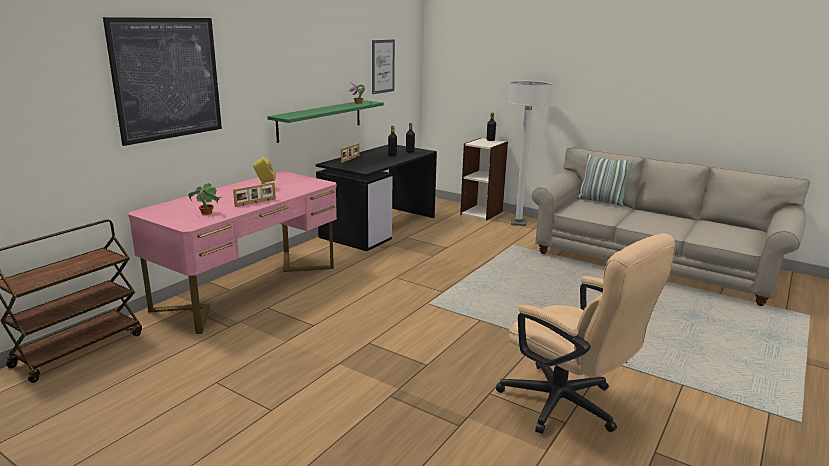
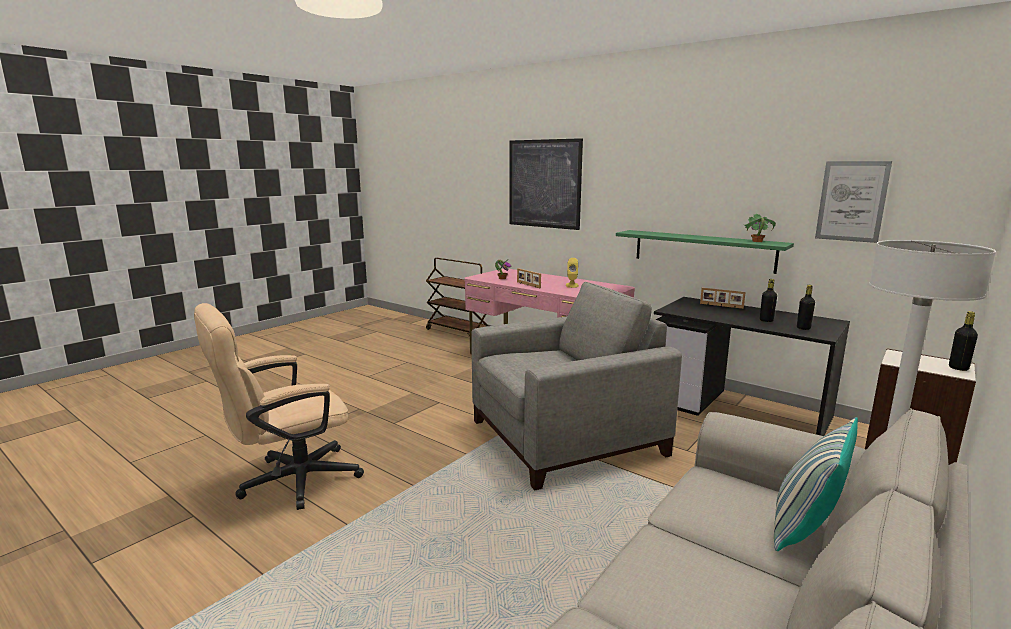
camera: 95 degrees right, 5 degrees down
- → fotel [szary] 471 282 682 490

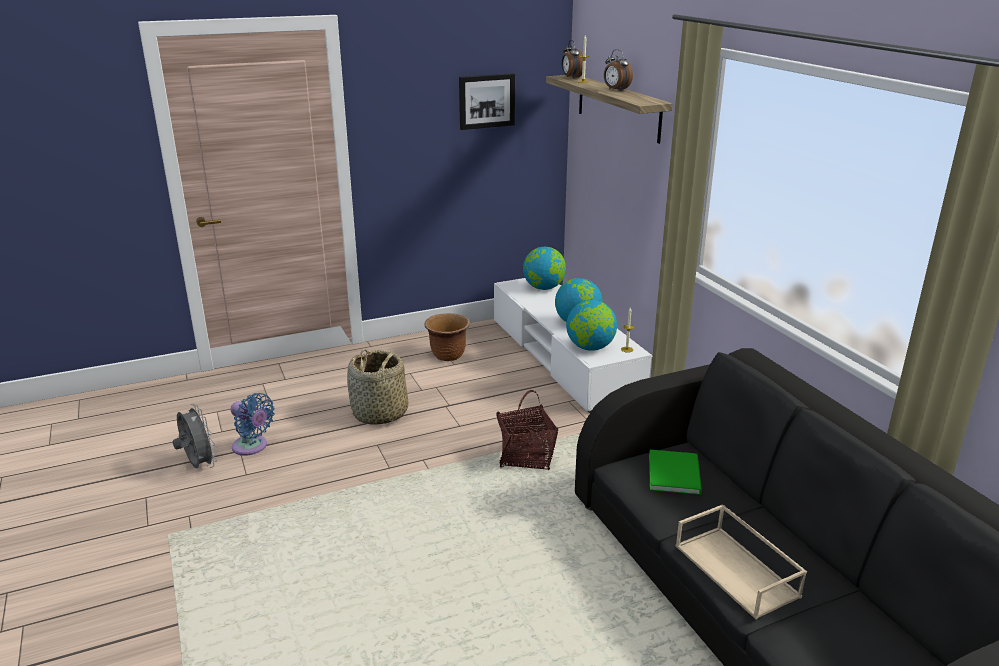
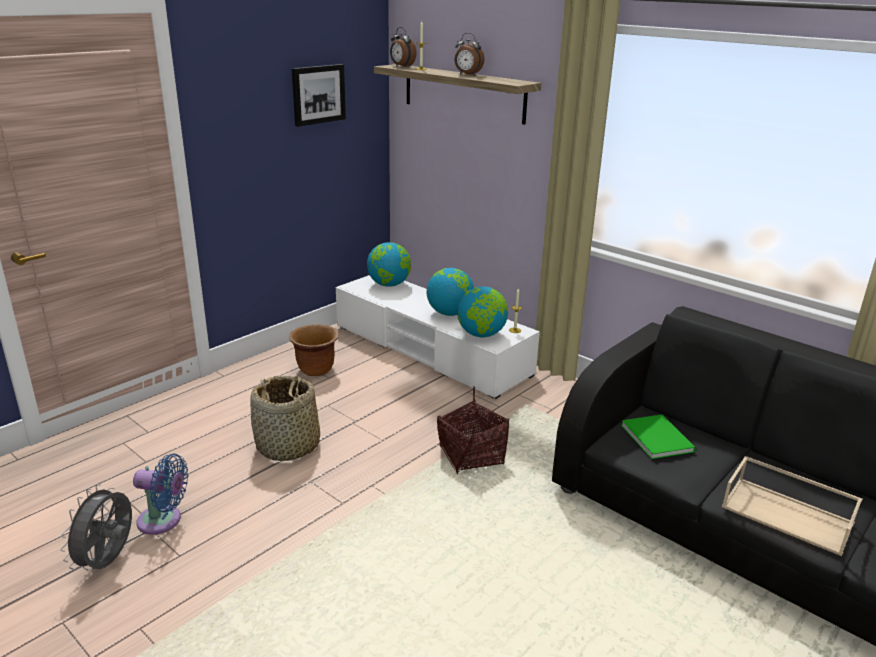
camera: 25 degrees left, 0 degrees up
wentylator [szary] 173 403 217 468 → wentylator [szary] 61 484 132 570, 105 degrees counterclockwise

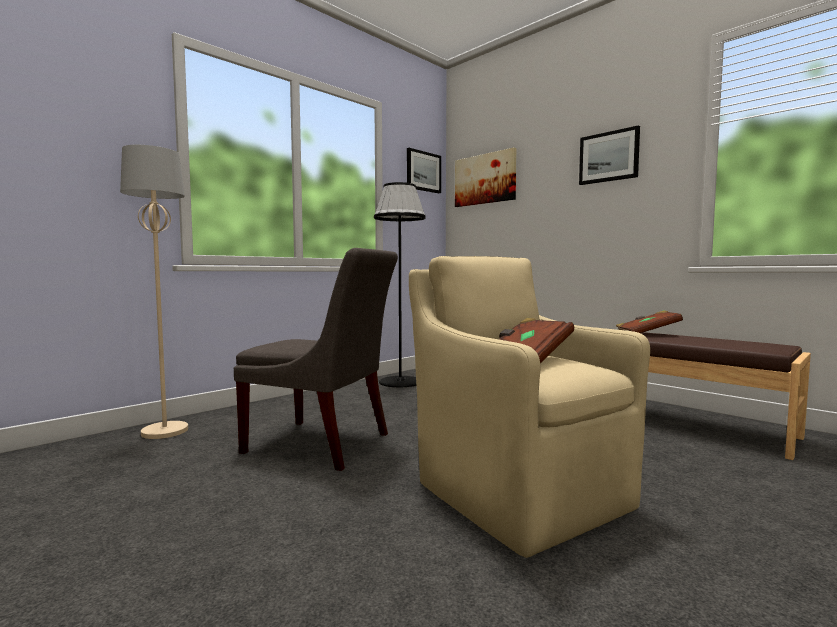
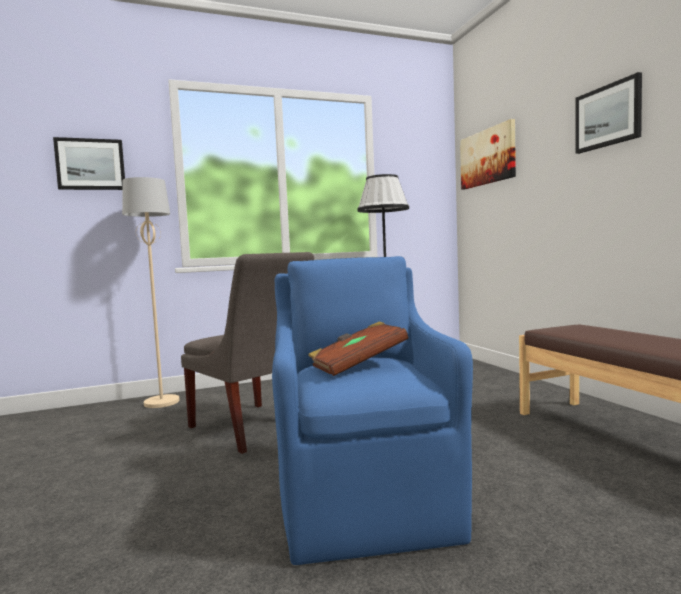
camera: 25 degrees right, 0 degrees up
obraz 407 148 441 193 → obraz 53 137 125 190, moved
fotel [beżowy] 409 256 650 558 → fotel [niebieski] 272 256 473 565
książka [brązowy] 616 310 683 333 → -

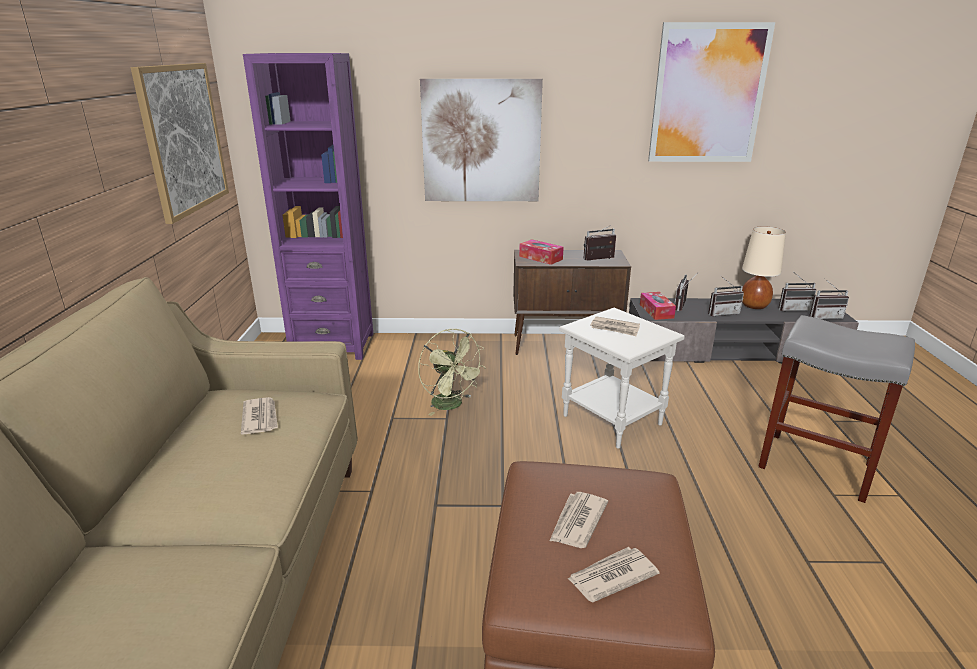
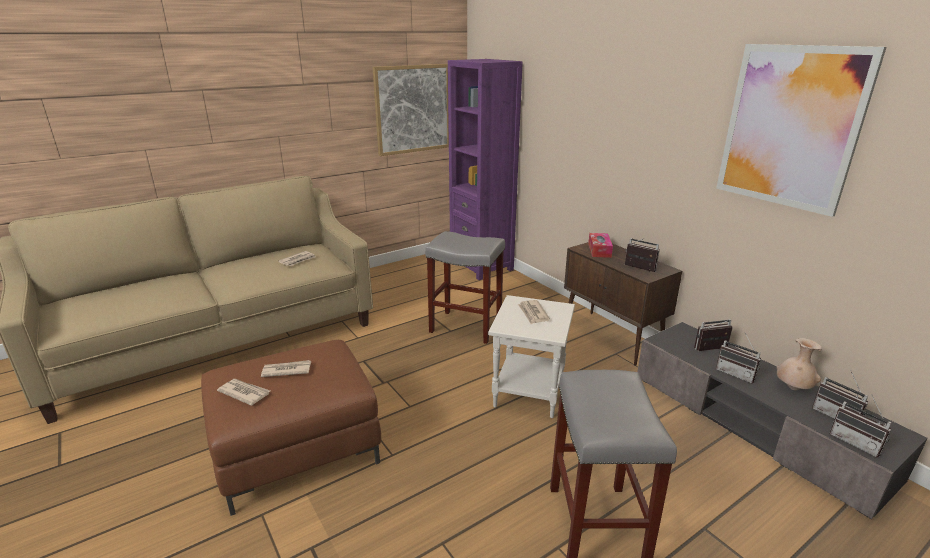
camera: 55 degrees right, 0 degrees up
wentylator [zielony] 418 329 486 416 → stołek [szary] 425 231 505 344
lampa stołowa [beżowy] 742 226 786 309 → wazon [beżowy] 777 338 822 390
obraz 420 78 543 201 → -
pudełko chusteczek 640 292 676 320 → -

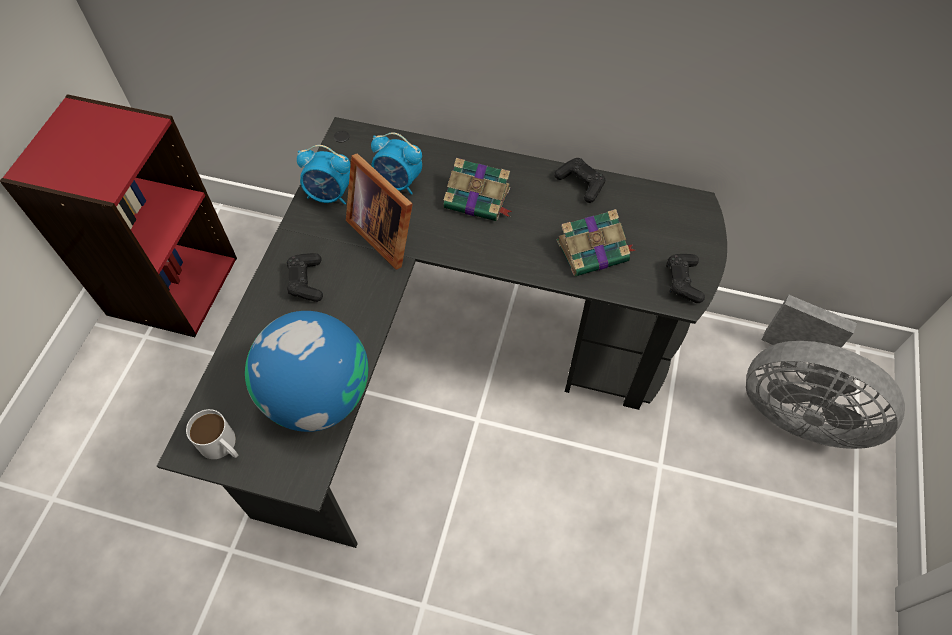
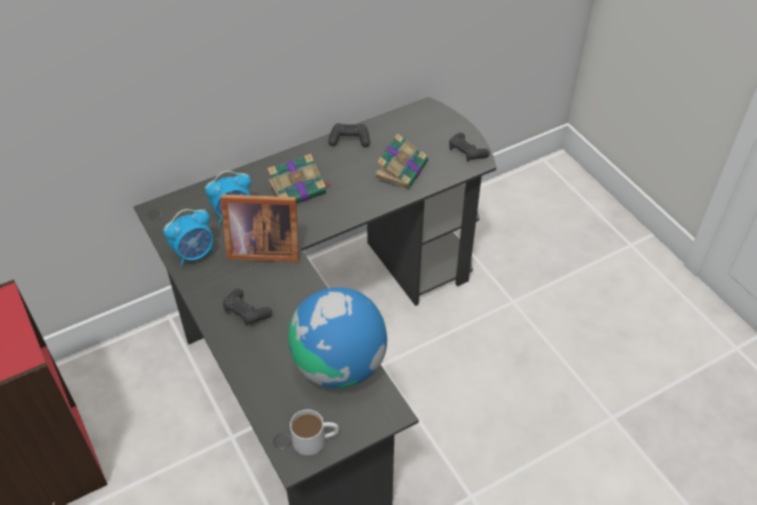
camera: 45 degrees left, 10 degrees down
wentylator [szary] 746 295 905 449 → -

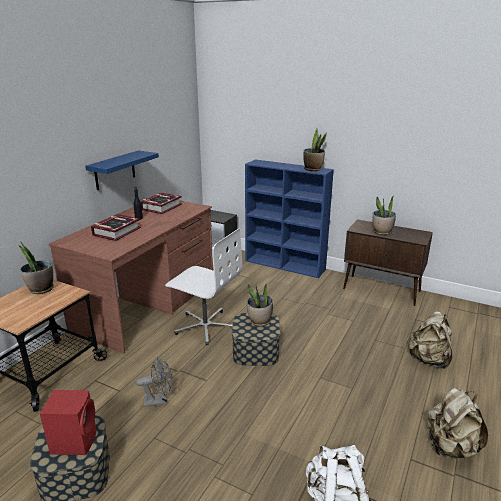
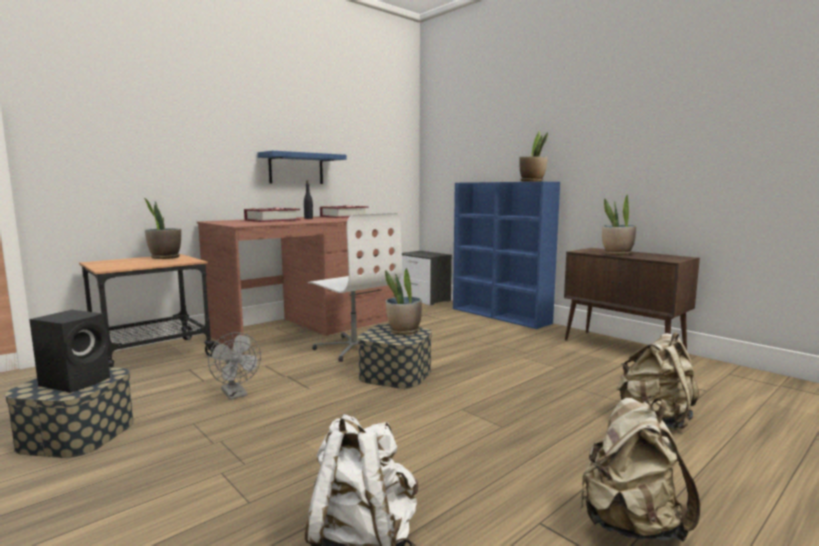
camera: 20 degrees right, 15 degrees down
głośnik [czerwony] 40 390 96 455 → głośnik [czarny] 29 310 110 393
wentylator [szary] 136 357 172 407 → wentylator [szary] 208 332 261 400, 45 degrees clockwise

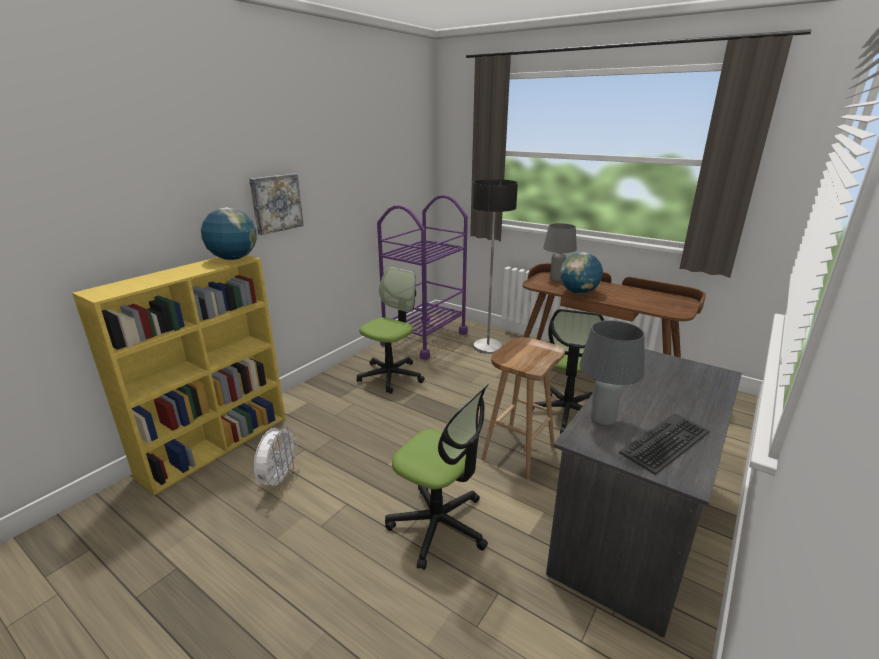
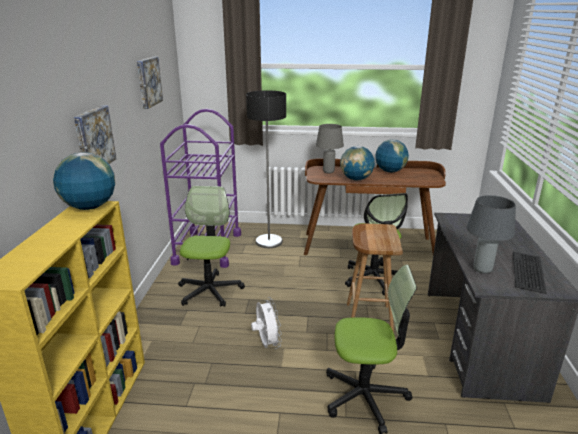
camera: 30 degrees left, 0 degrees up
- → obraz 137 57 163 109
wentylator [biały] 254 426 298 489 → wentylator [biały] 251 297 282 349, moved
- → globus 375 139 409 172

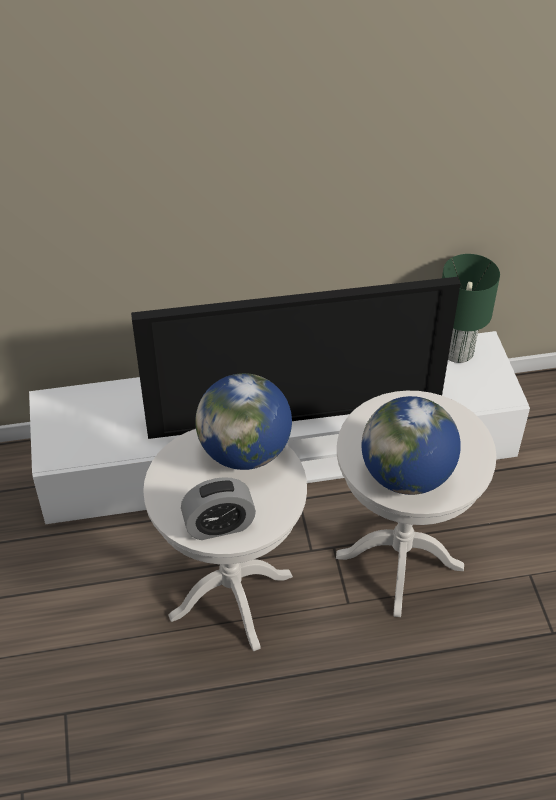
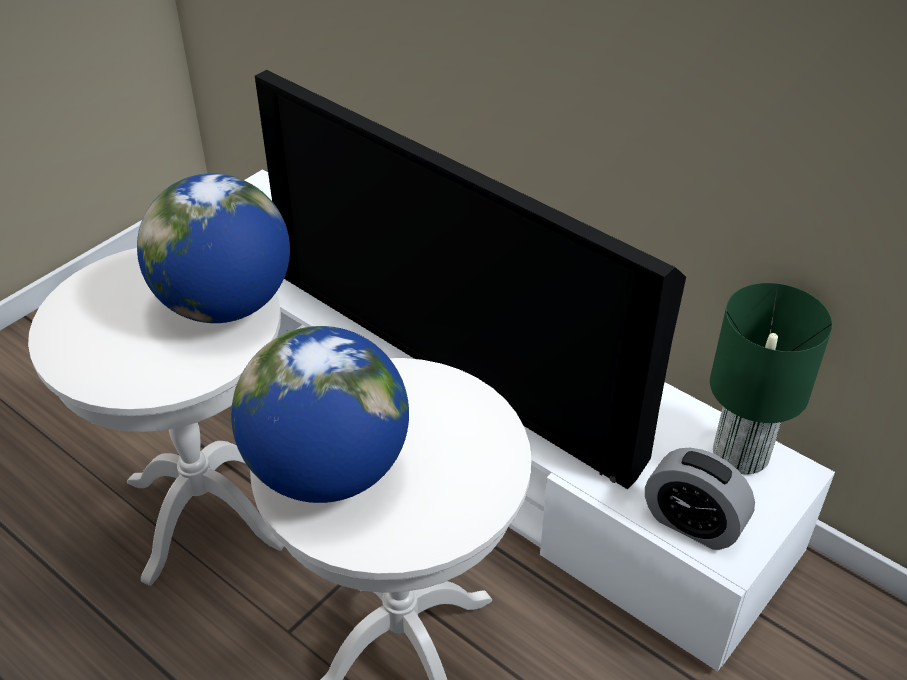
camera: 50 degrees right, 5 degrees down
budzik 181 477 256 540 → budzik 645 448 755 550, moved

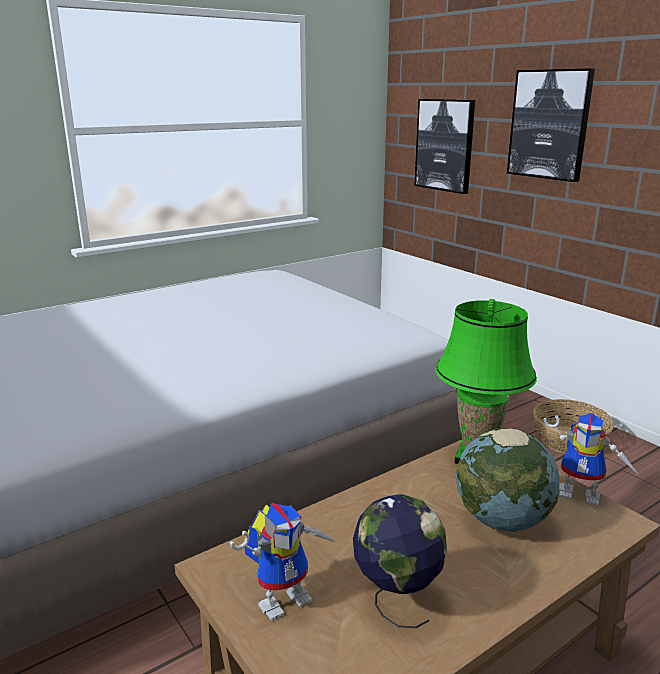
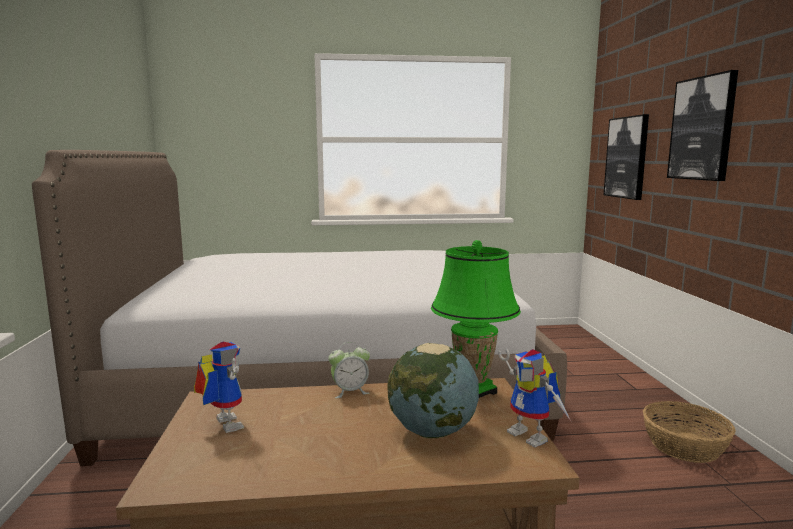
camera: 30 degrees right, 10 degrees down
robot zabawkowy 230 503 335 621 → robot zabawkowy 194 342 244 433, 120 degrees counterclockwise
- → budzik 328 342 370 398
globus 353 494 447 628 → -

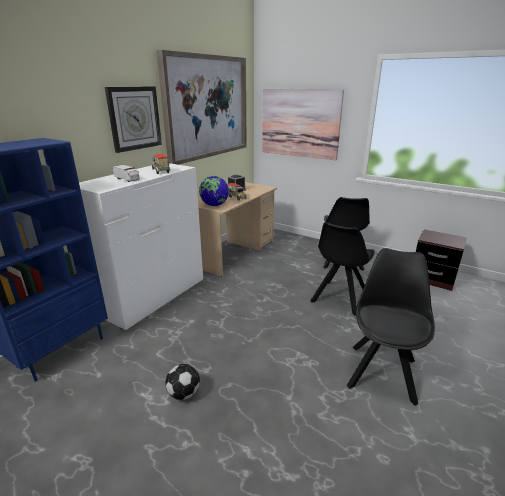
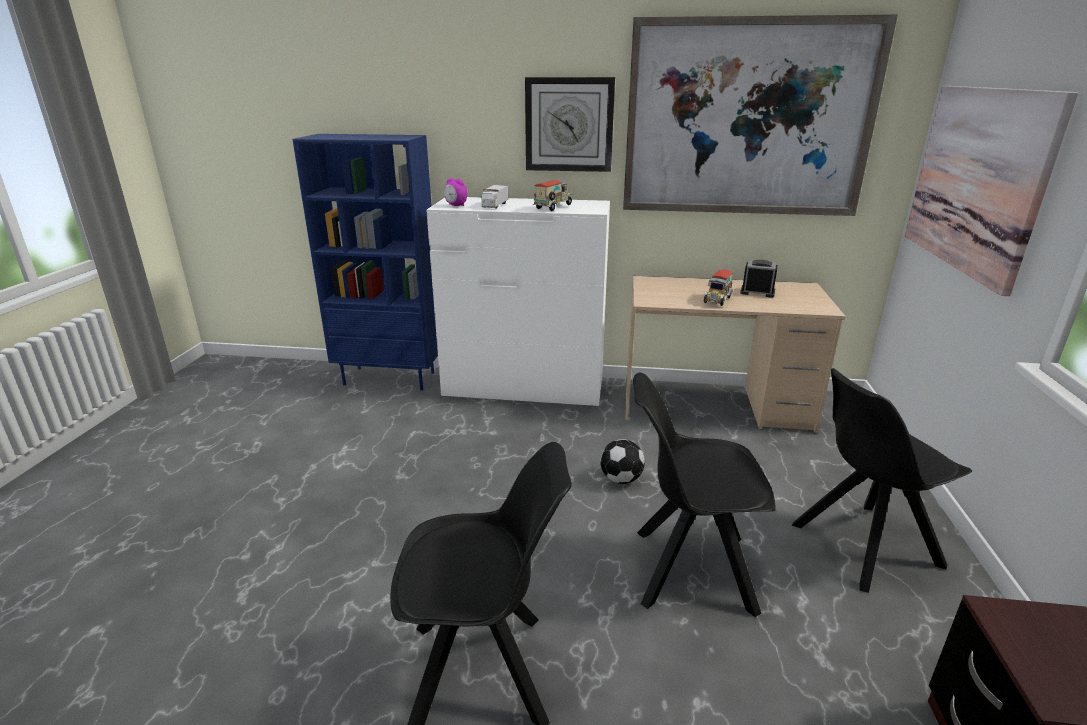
camera: 65 degrees right, 0 degrees up
- → budzik 444 178 468 206
piłka futbolowa 165 364 200 400 → piłka futbolowa 600 439 645 484, moved
globus 199 176 229 206 → -

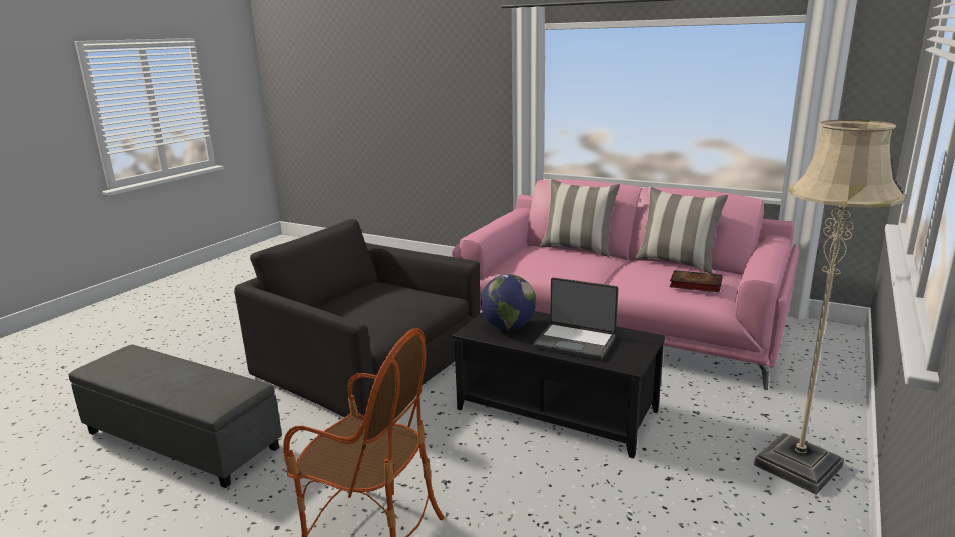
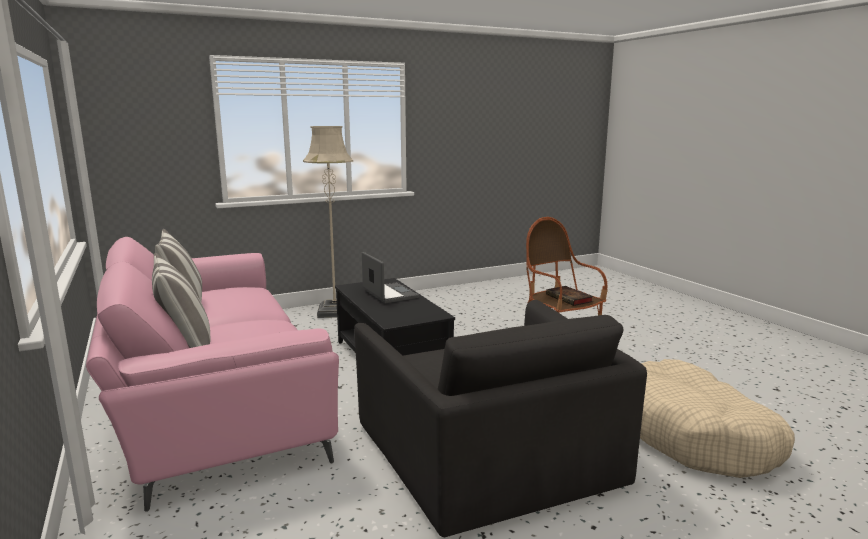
camera: 145 degrees left, 5 degrees down
książka 670 270 722 292 → książka 546 286 594 306, moved
pufa [szary] 69 345 282 488 → legowisko [beżowy] 640 359 795 478
globus 481 274 536 330 → -

